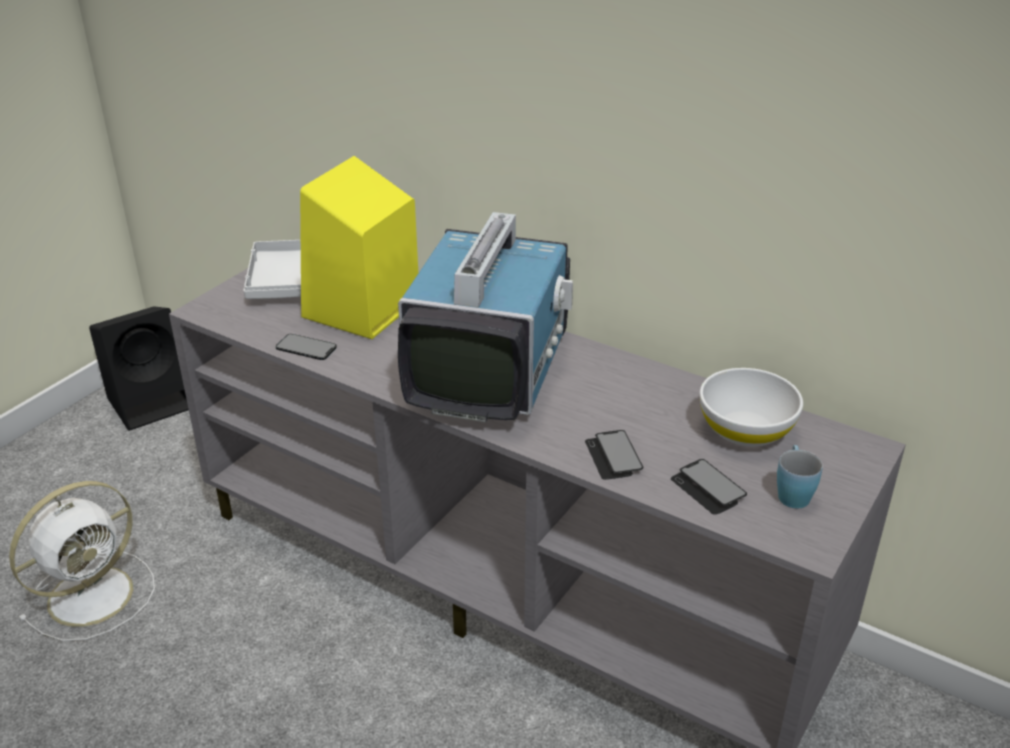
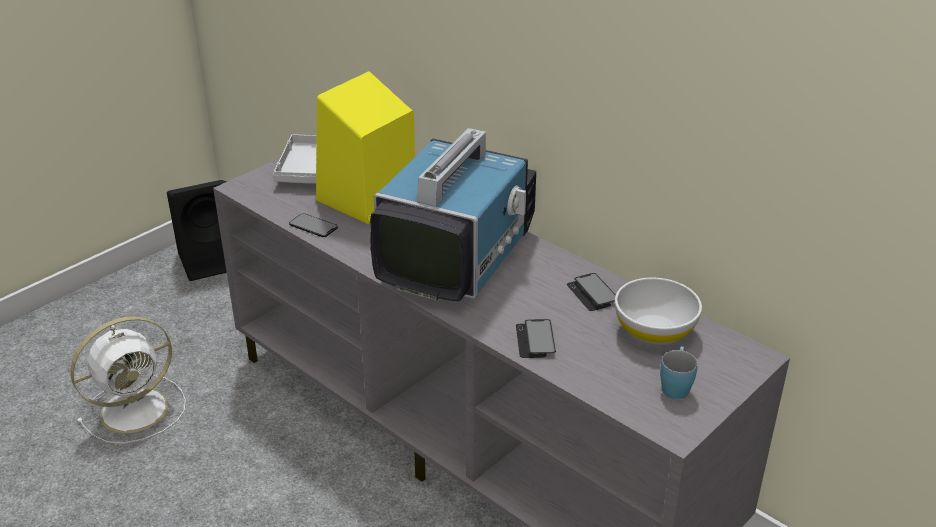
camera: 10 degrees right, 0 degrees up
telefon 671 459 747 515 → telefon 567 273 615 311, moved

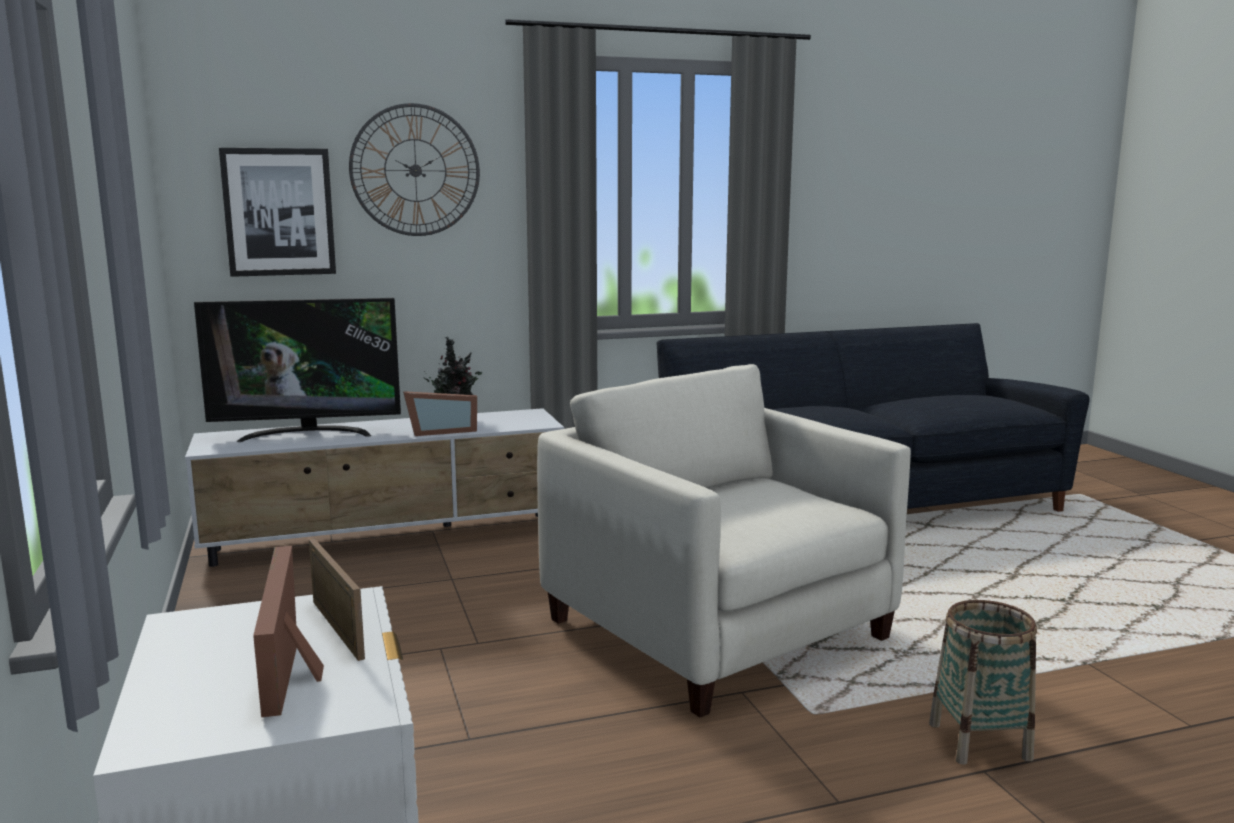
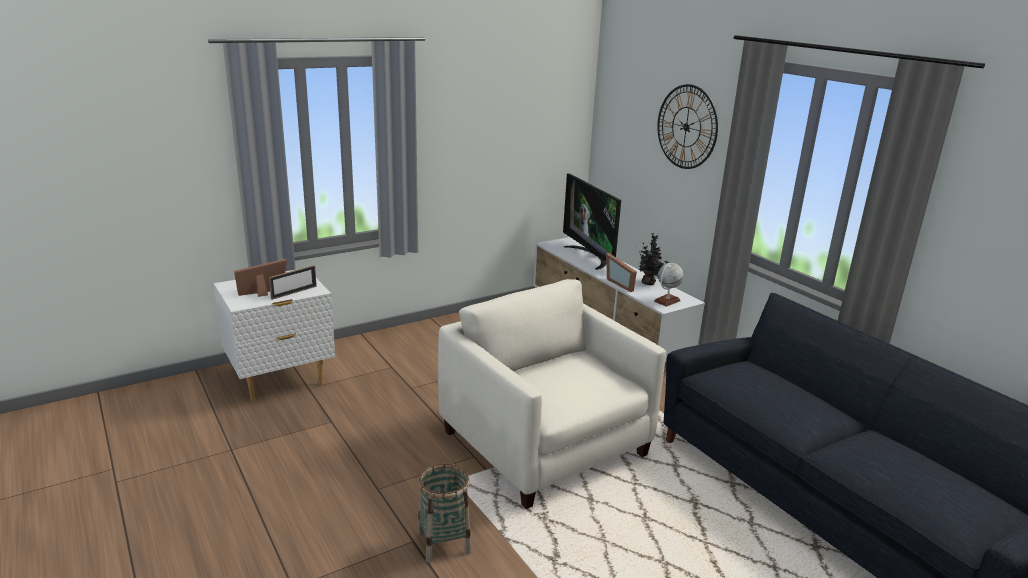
camera: 75 degrees right, 10 degrees up
fotel [beżowy] 537 364 911 717 → fotel [beżowy] 438 279 666 509, 75 degrees counterclockwise
- → globus 654 263 684 307
obraz 219 148 336 277 → -

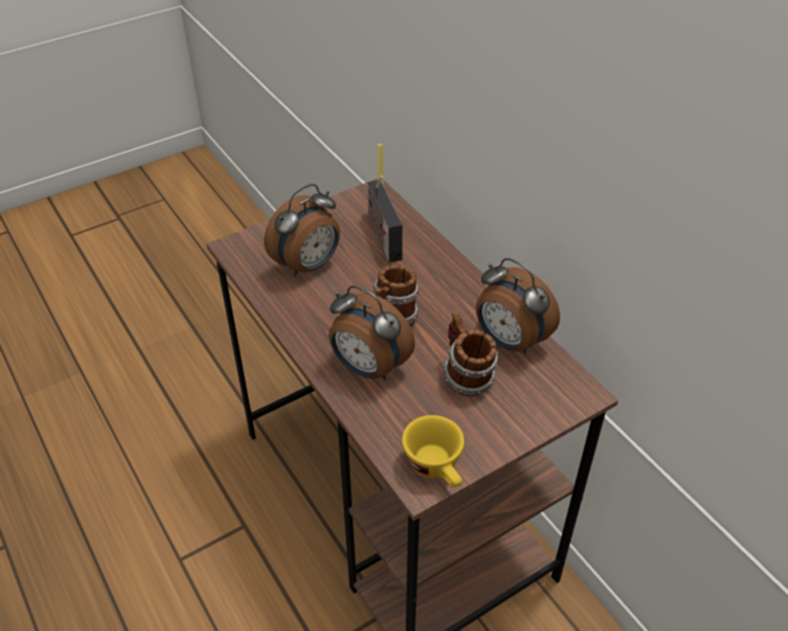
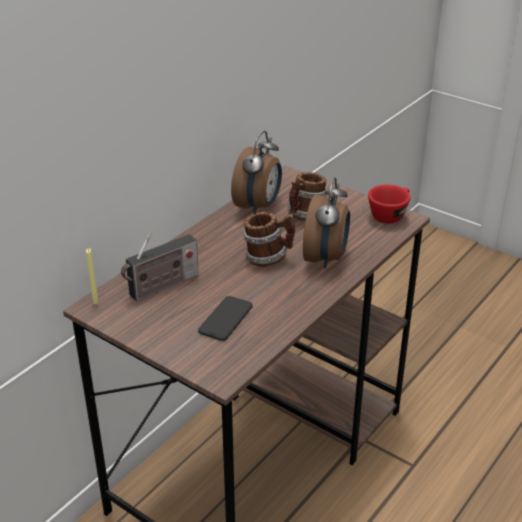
camera: 110 degrees left, 10 degrees down
budzik 264 184 340 276 → telefon 198 296 253 341
filiżanka [żółty] 402 415 464 487 → filiżanka [czerwony] 368 185 410 224

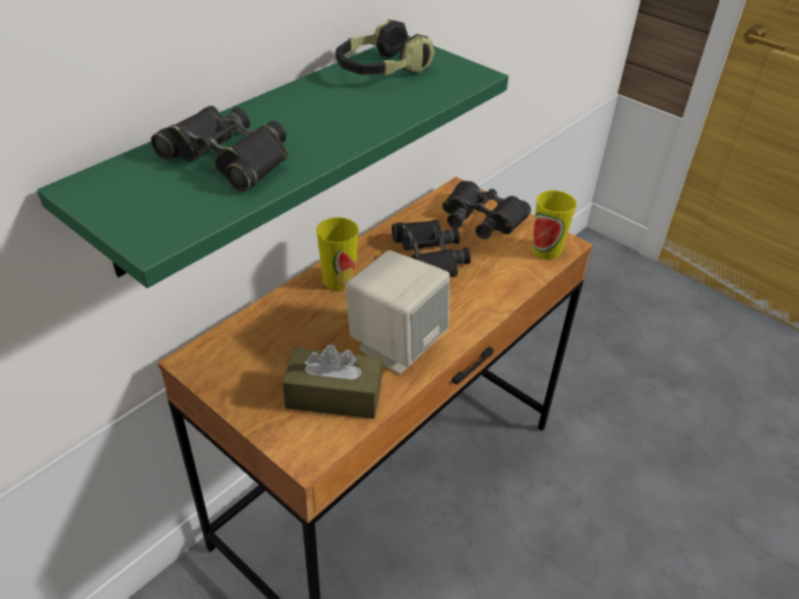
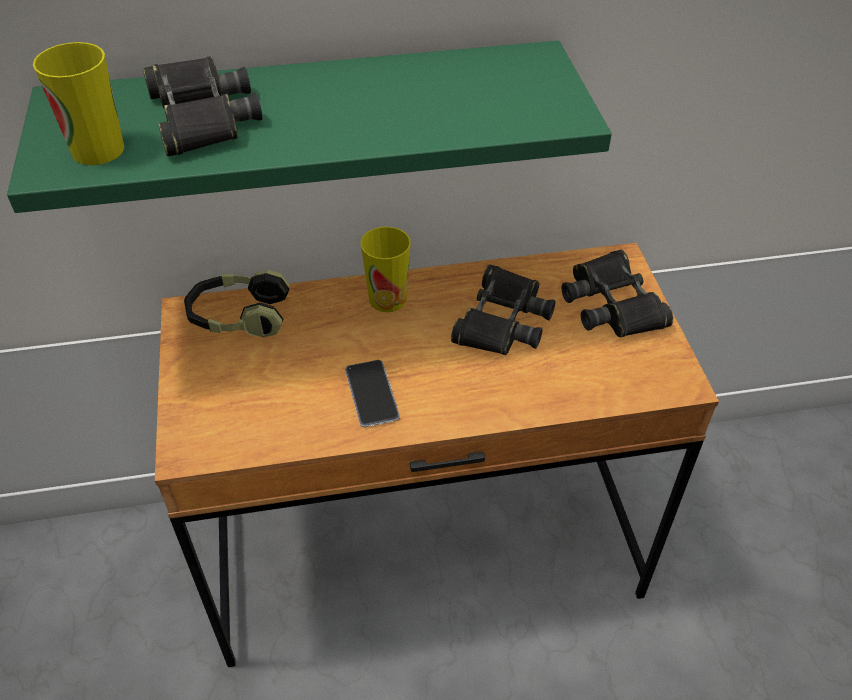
camera: 40 degrees right, 5 degrees up
filiżanka 532 190 577 259 → filiżanka 33 42 124 165, moved
słuchawki 336 19 435 76 → słuchawki 184 270 290 338, moved
głośnik [beżowy] 345 250 450 374 → telefon 345 360 400 427
pudełko chusteczek [brązowy] 282 344 382 419 → -

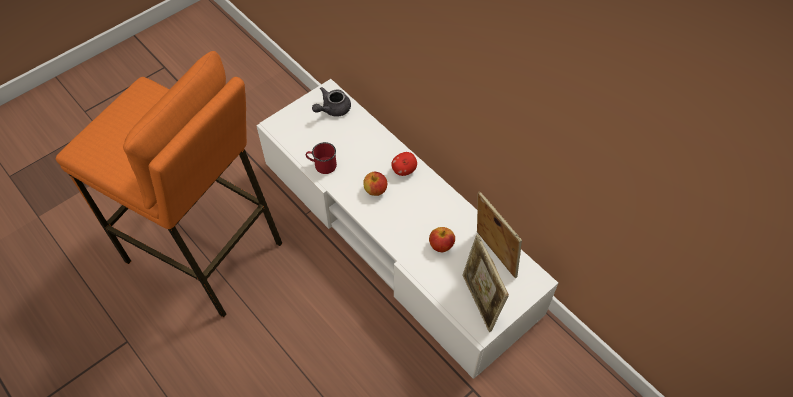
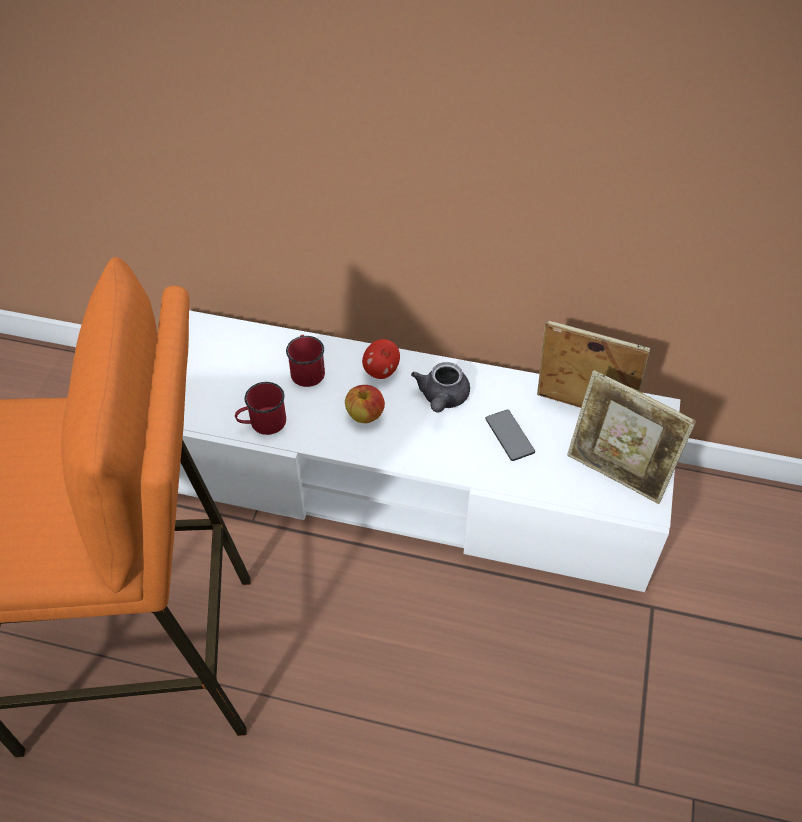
camera: 35 degrees left, 5 degrees down
- → kubek [czerwony] 286 335 325 387
imbryk [szary] 312 87 351 117 → imbryk [szary] 411 362 470 413, moved
jabłko 429 227 455 252 → telefon 485 410 535 461

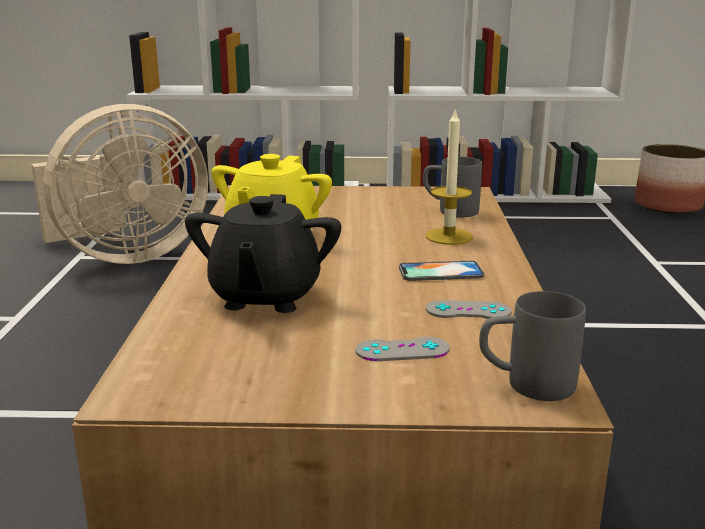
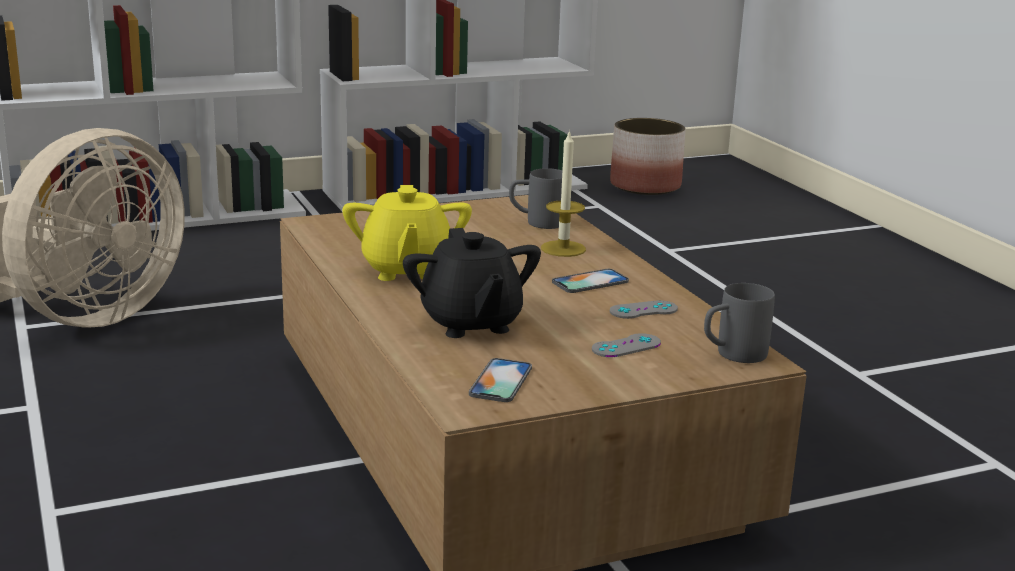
camera: 25 degrees left, 0 degrees up
- → telefon 469 358 532 402

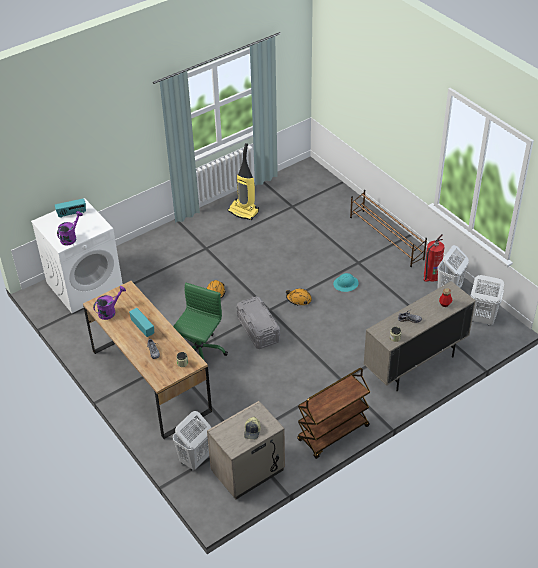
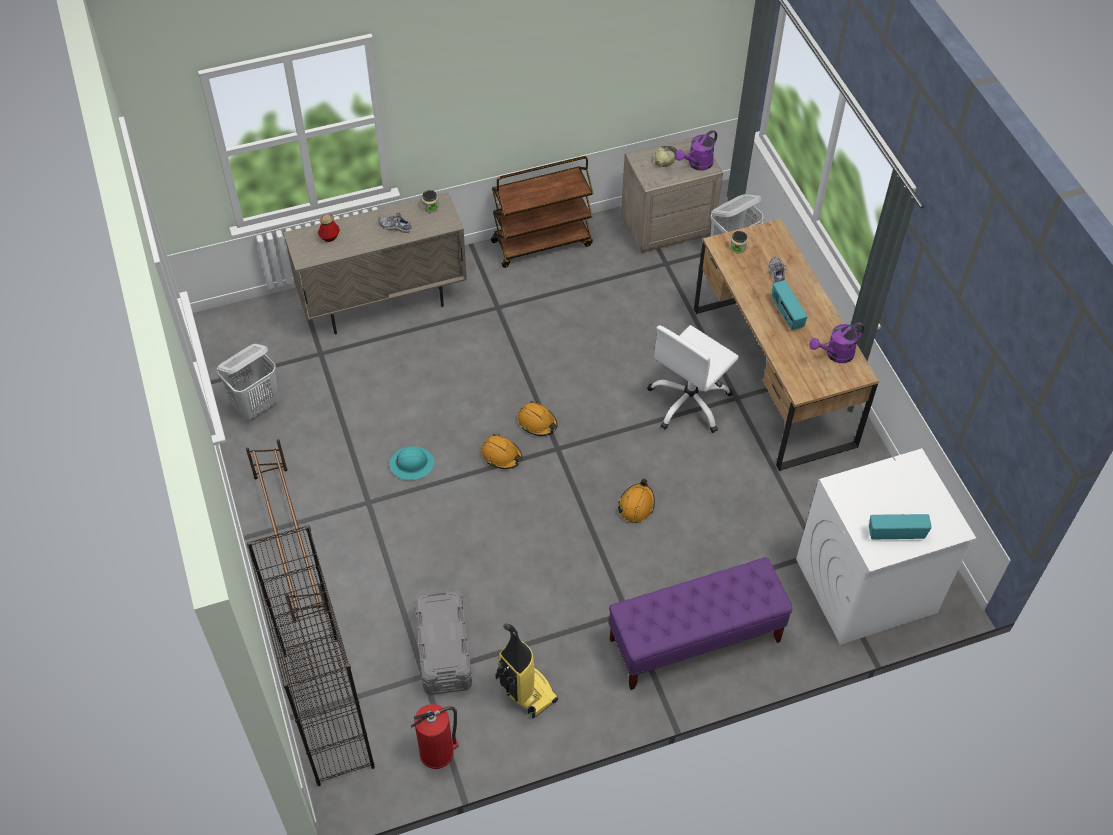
camera: 165 degrees left, 10 degrees up
- → regał [czarny] 247 525 375 786
gaśnica 424 234 444 282 → gaśnica 411 704 459 769, moved
pojemnik do przechowywania [szary] 236 296 280 349 → pojemnik do przechowywania [szary] 414 590 472 695, moved
- → kask [pomarańczowy] 518 401 557 436
- → ławka [fioletowy] 609 557 792 690
krzesło biurowe [zielony] 173 283 228 361 → krzesło biurowe [biały] 647 325 739 433
konewka [fioletowy] 57 211 83 246 → konewka [fioletowy] 675 130 717 171, moved
kosz na pranie [biały] 471 275 504 325 → -

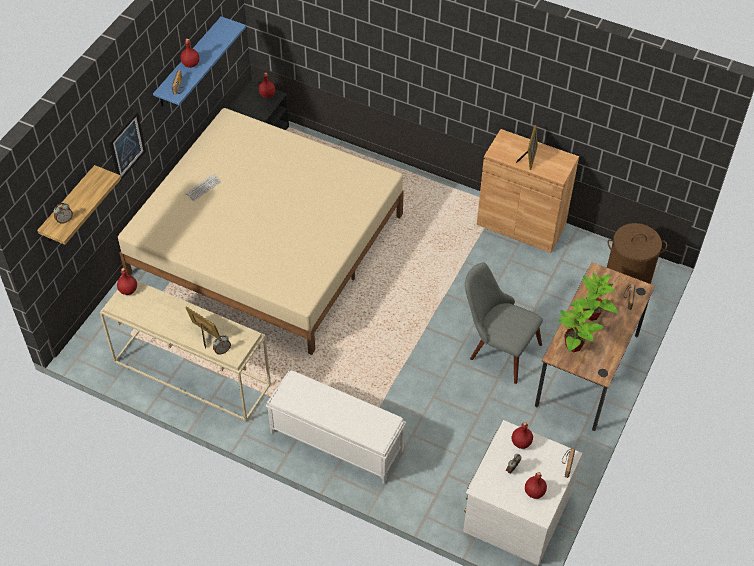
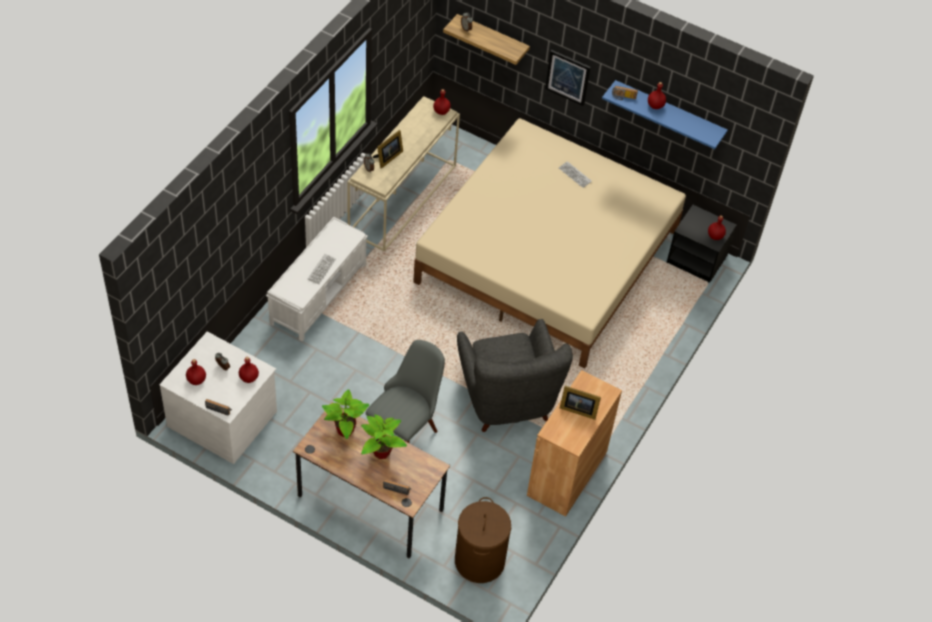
camera: 90 degrees right, 0 degrees up
- → klawiatura 308 254 336 285
- → fotel [szary] 457 319 573 432

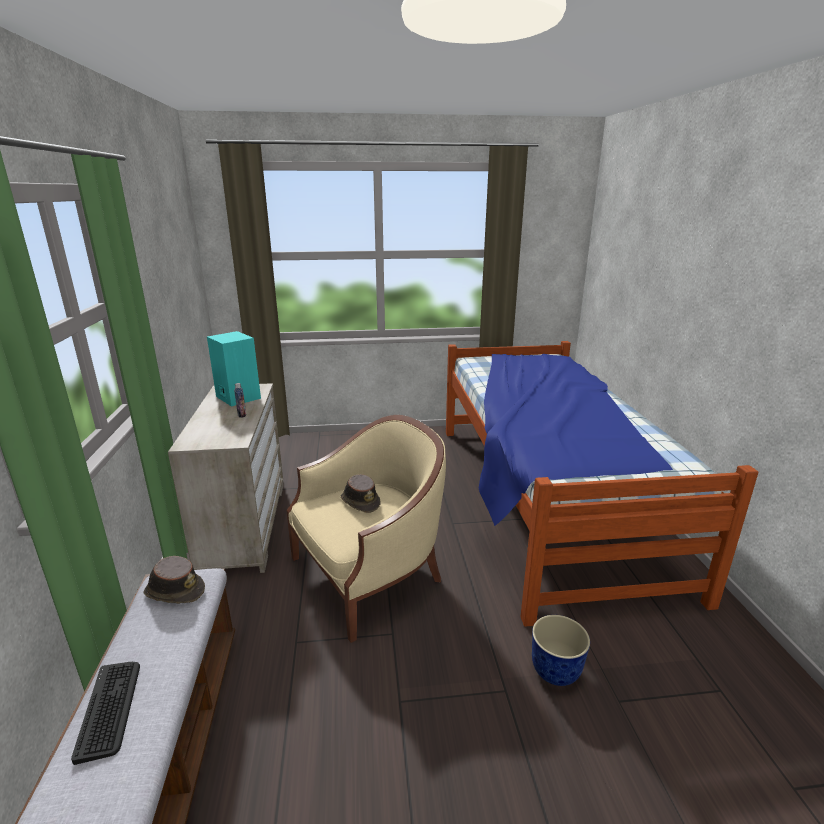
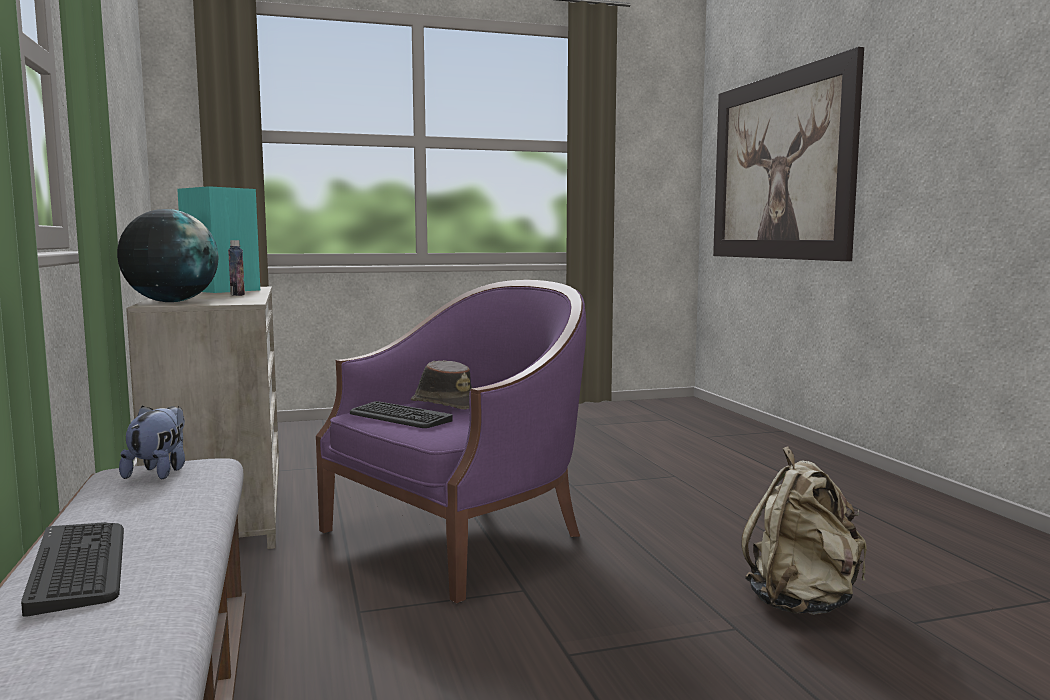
camera: 10 degrees left, 15 degrees down
- → globus 117 209 218 302
kapelusz [brązowy] 143 556 205 604 → pluszak 119 406 185 479
fotel [beżowy] 286 415 446 643 → fotel [fioletowy] 316 280 586 603
- → klawiatura 350 401 453 428
- → obraz 713 47 864 261
donica 532 615 590 686 → plecak [beżowy] 742 447 867 615
łóżko 446 341 758 627 → -

